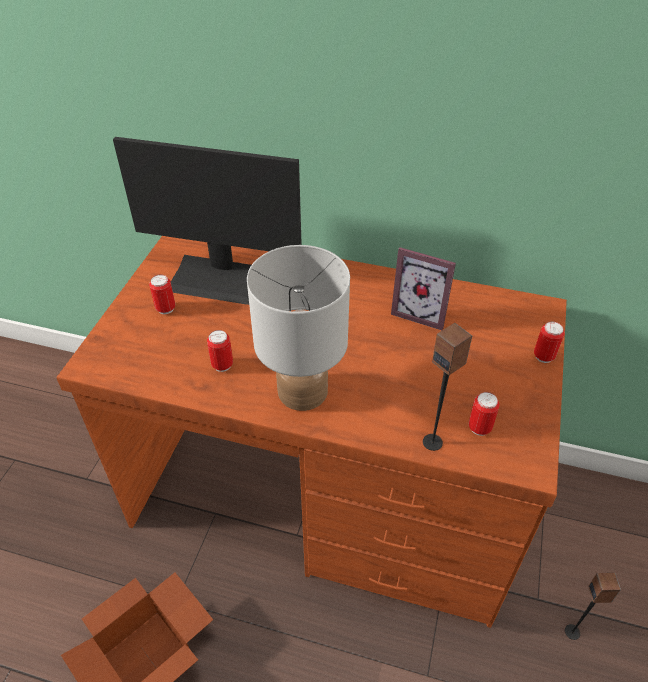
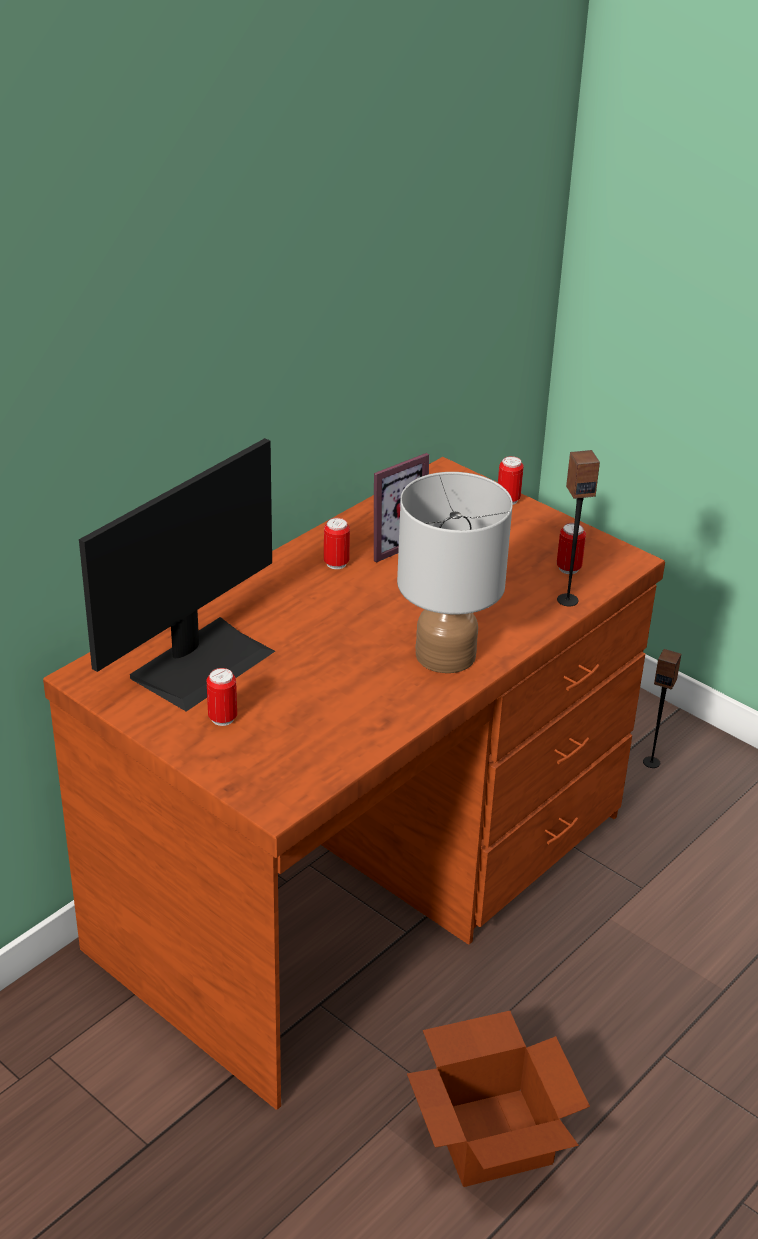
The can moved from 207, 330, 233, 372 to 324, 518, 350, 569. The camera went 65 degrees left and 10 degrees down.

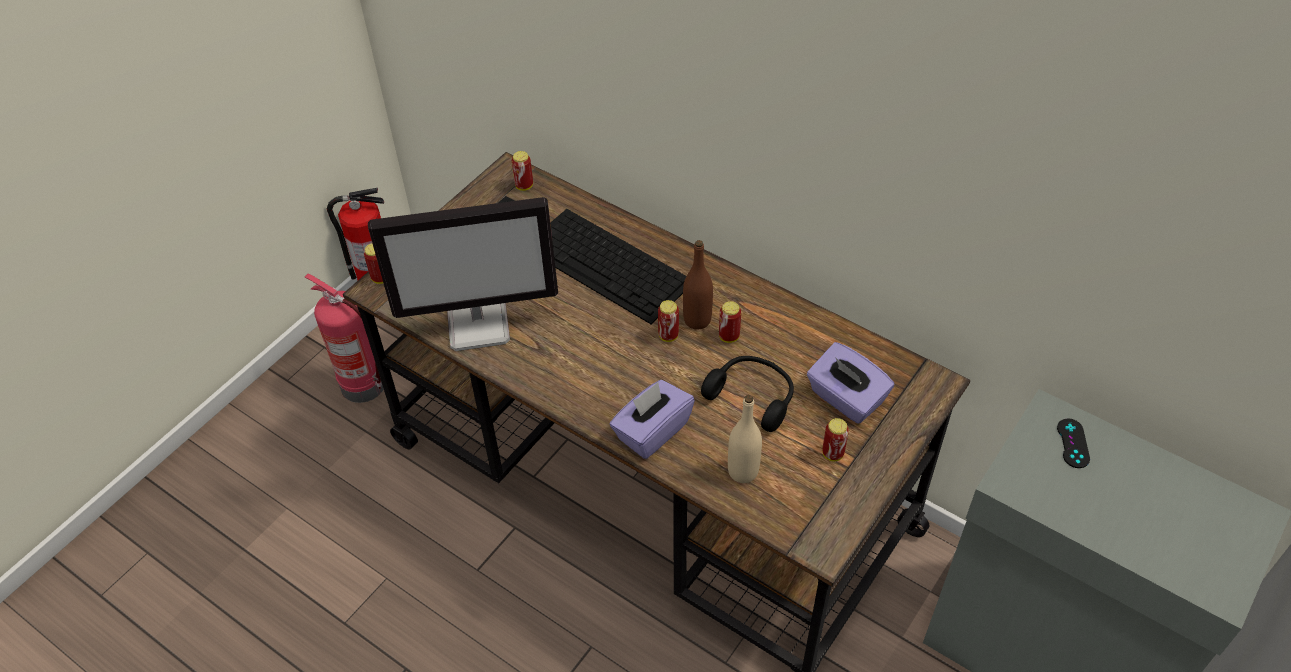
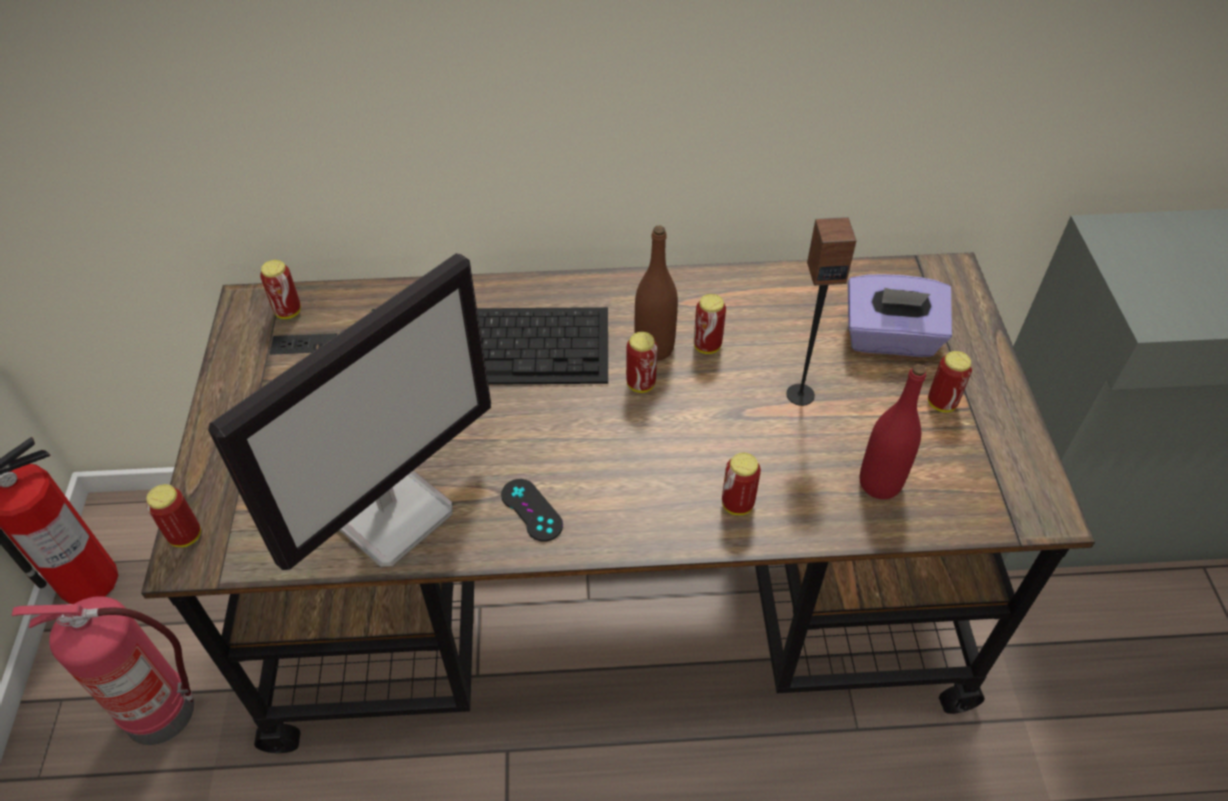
The black_game_controller moved from 1057, 418, 1090, 468 to 501, 479, 563, 542. The purple_tissue_box at 610, 380, 695, 459 was replaced by the can at 722, 452, 761, 515. The black_headphones at 701, 356, 794, 432 was replaced by the speaker at 786, 217, 856, 406. The beige_bottle at 728, 395, 762, 483 became the red_bottle at 860, 364, 926, 499. The camera went 40 degrees left and 0 degrees up.

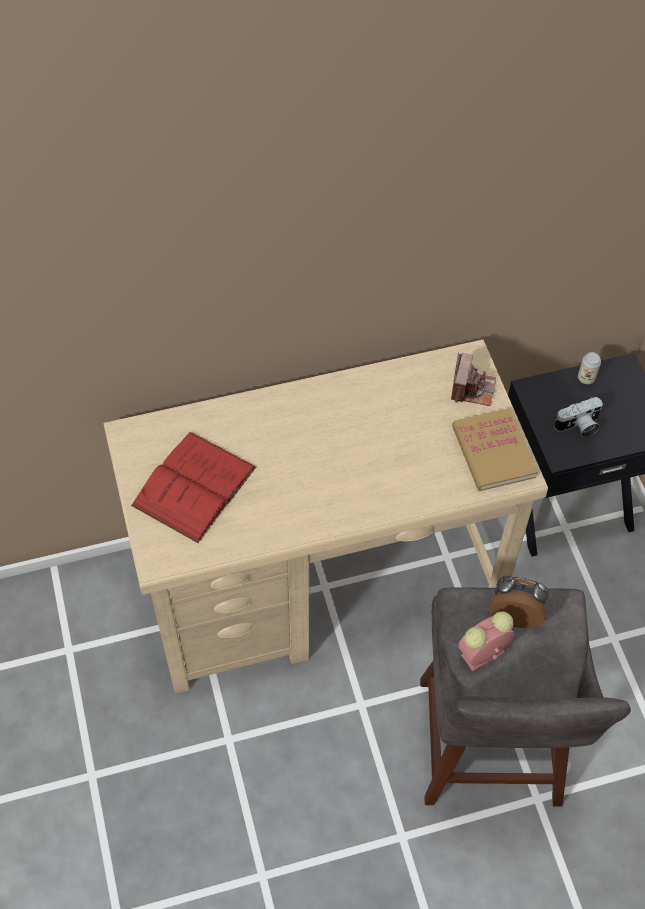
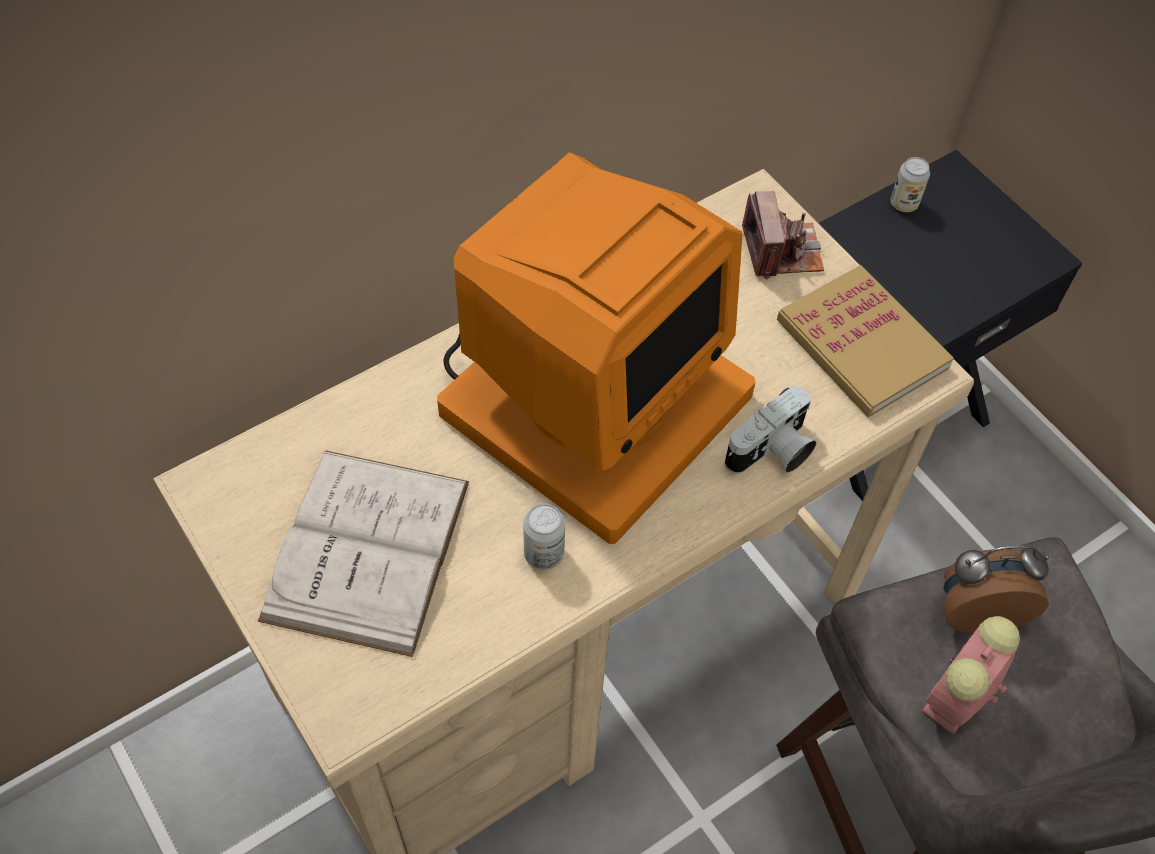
The red_book at 131, 432, 256, 543 became the white_book at 258, 450, 469, 657. The monitor at 437, 152, 756, 544 appeared. The can at 523, 504, 565, 570 appeared. The photo_camera moved from 554, 397, 603, 437 to 725, 385, 817, 474. The camera went 20 degrees left and 0 degrees up.

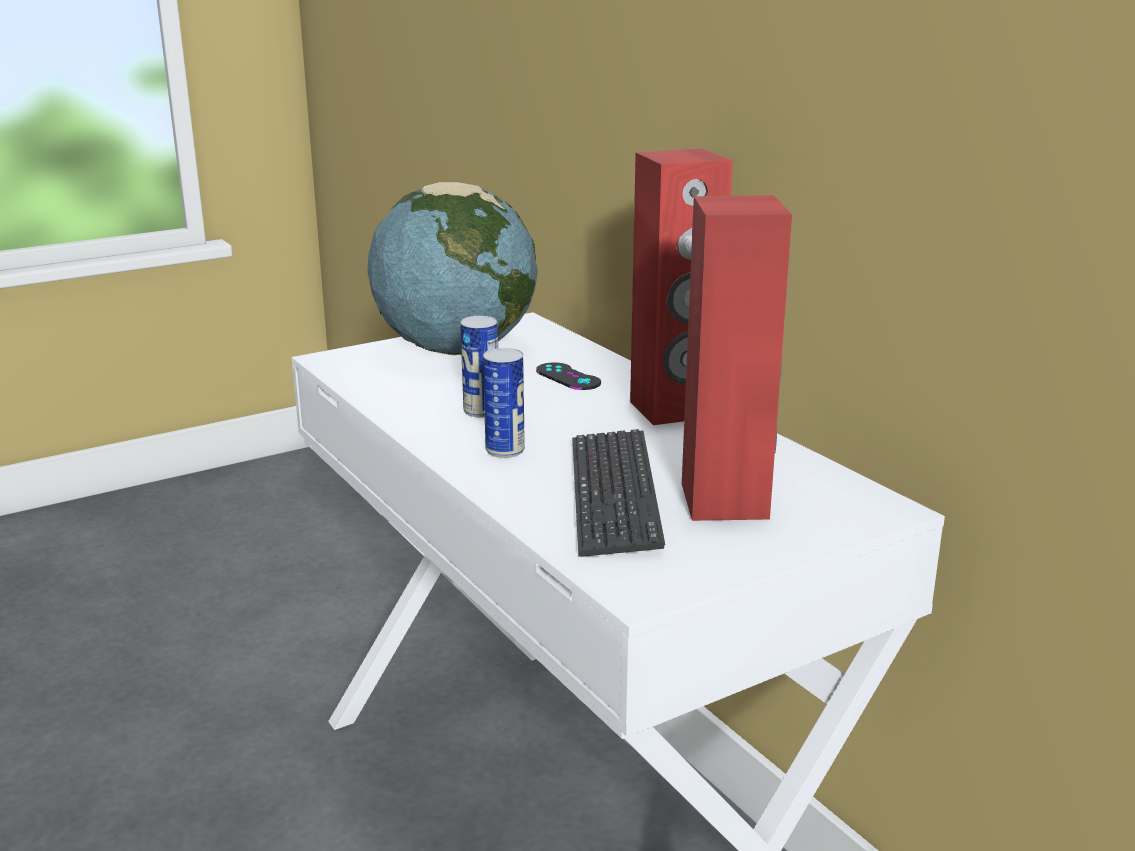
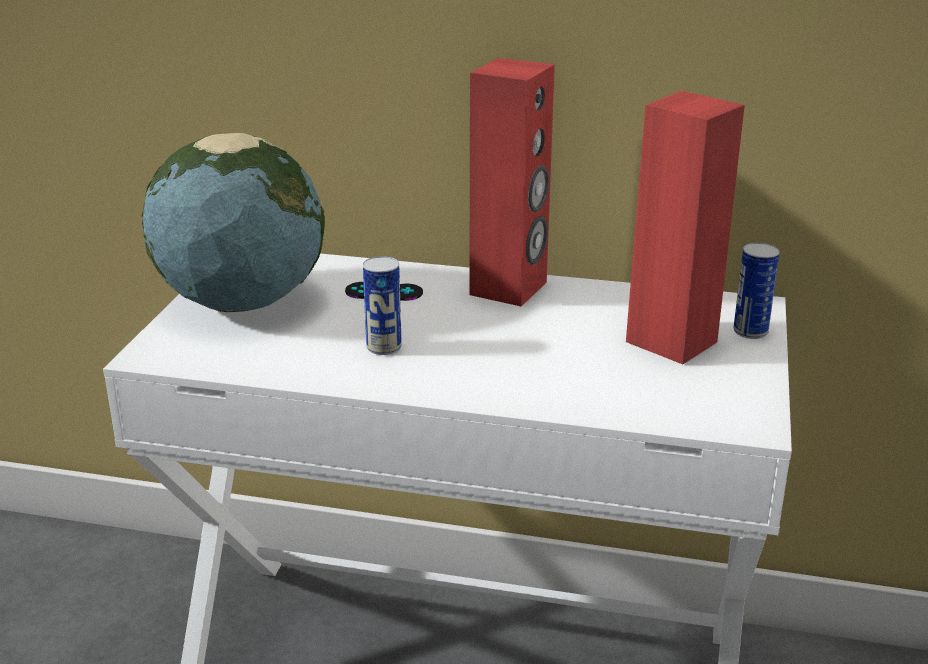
The can moved from 483, 348, 525, 458 to 733, 243, 779, 339. The keyboard at 572, 429, 665, 557 disappeared. The camera went 45 degrees left and 5 degrees up.

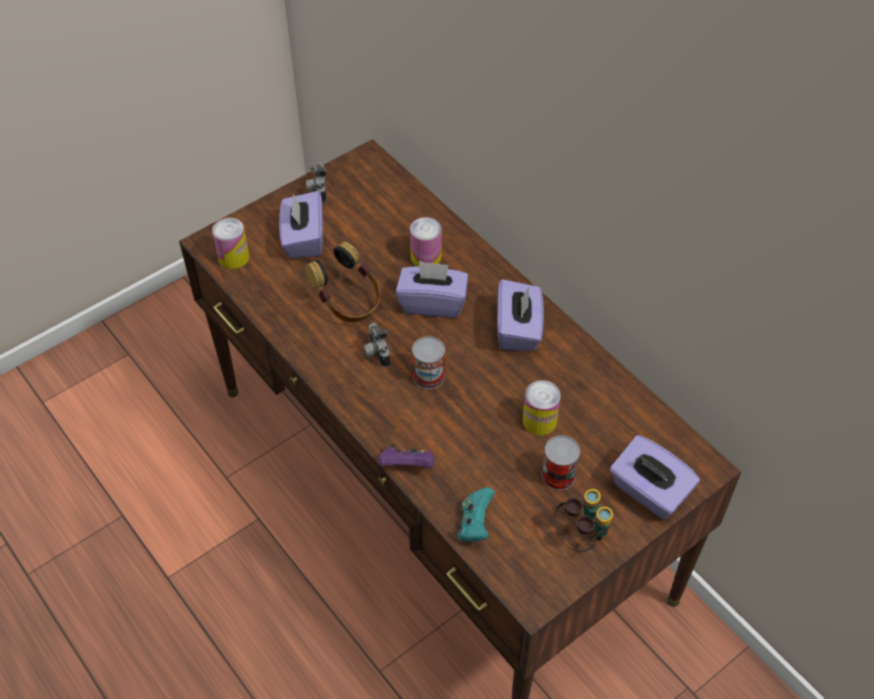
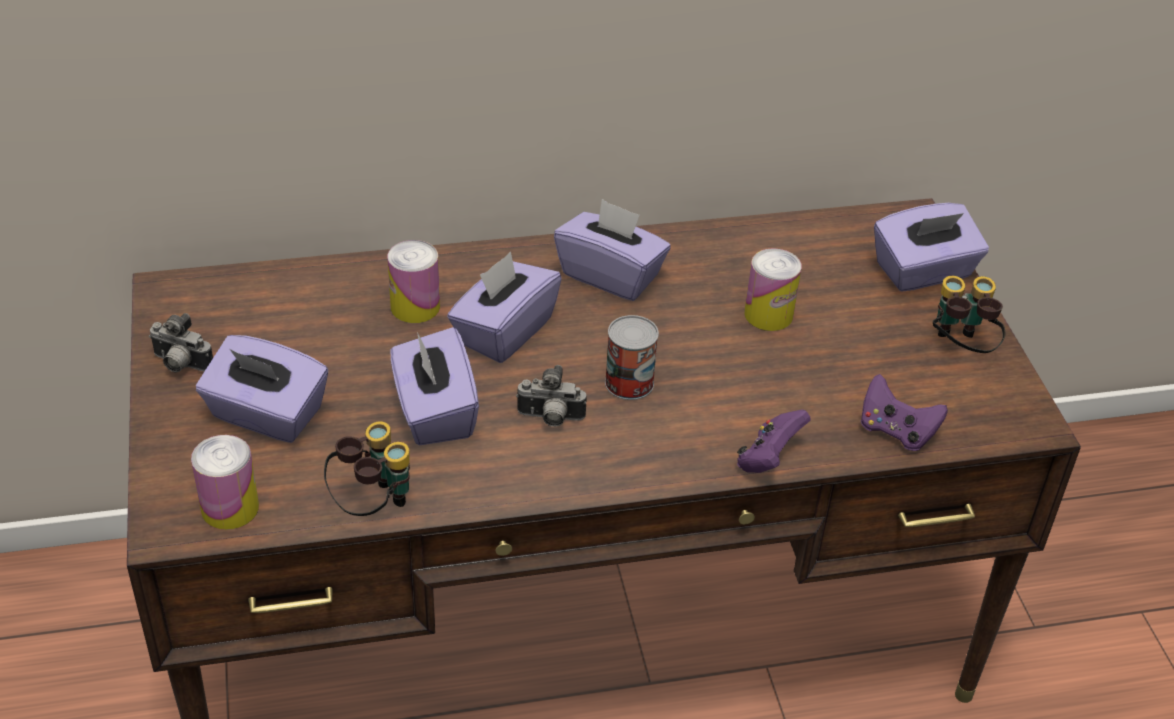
The binoculars at 324, 421, 410, 516 appeared. The headphones at 305, 242, 381, 322 was replaced by the purple_tissue_box at 391, 327, 479, 446. The turquoise_game_controller at 457, 487, 495, 542 became the purple_game_controller at 861, 374, 948, 451. The can at 541, 435, 580, 490 disappeared. The camera went 65 degrees left and 10 degrees down.

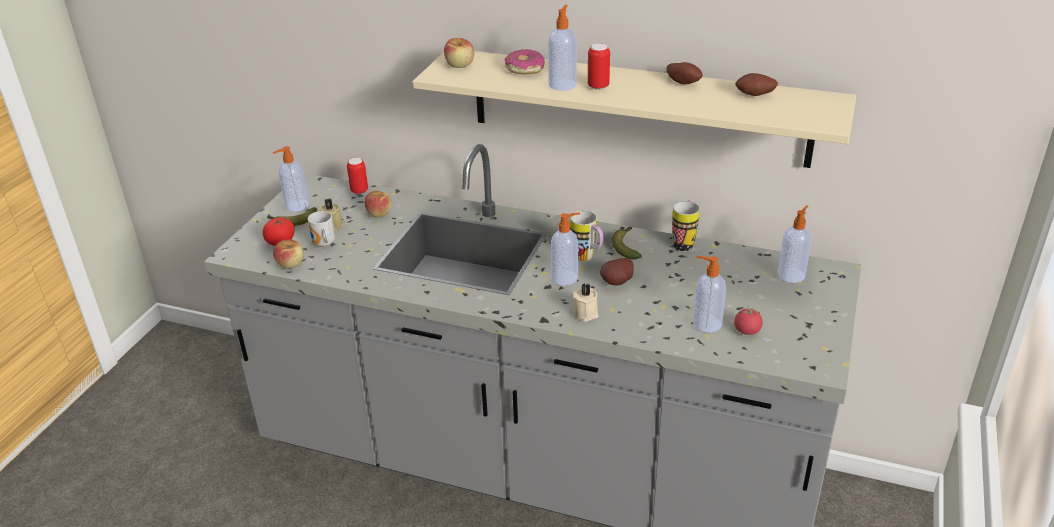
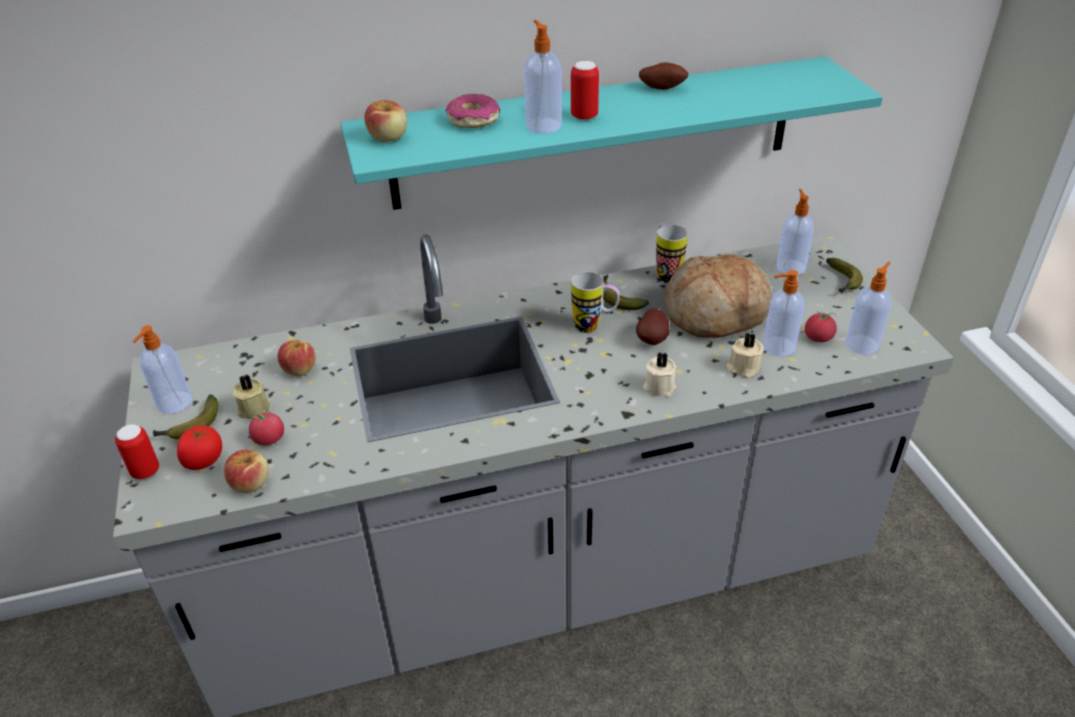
The can moved from 347, 158, 368, 194 to 115, 424, 159, 479. The mug at 308, 211, 335, 247 was replaced by the tomato at 249, 410, 284, 445. The beige_shelf at 413, 51, 857, 168 became the turquoise_shelf at 341, 56, 883, 210. The bread at 665, 254, 772, 338 appeared. The beige_candle at 726, 333, 764, 378 appeared. The banana at 826, 258, 863, 293 appeared. The soap_dispenser moved from 551, 212, 580, 286 to 846, 261, 891, 355. The potato at 735, 73, 778, 96 disappeared. The camera went 35 degrees left and 5 degrees up.

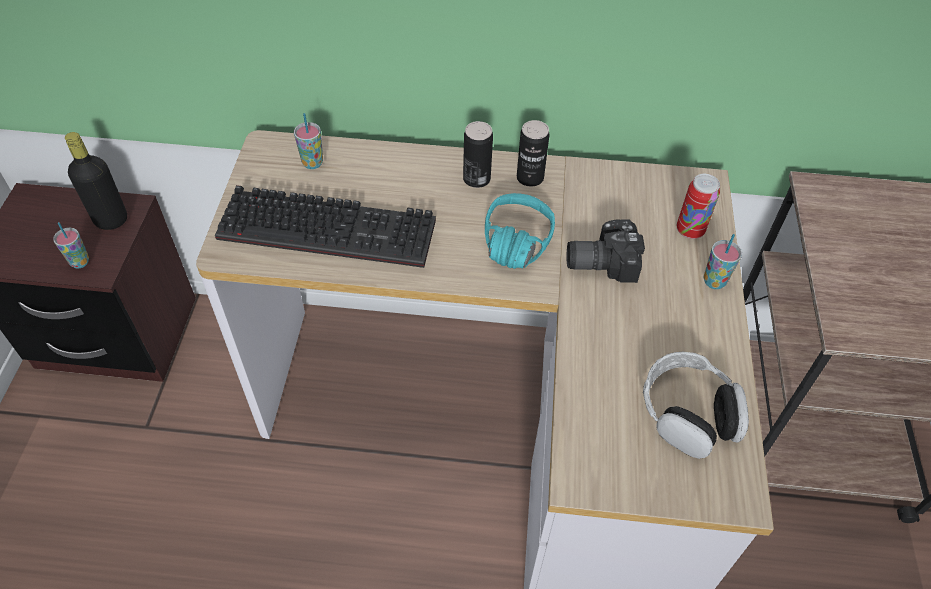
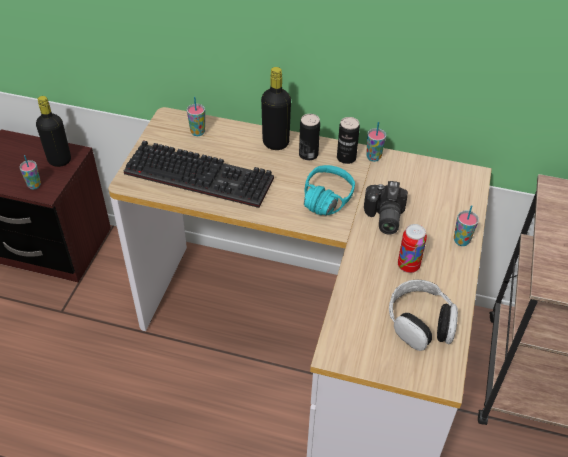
The black_bottle at 261, 67, 291, 150 appeared. The photo_camera at 567, 219, 645, 283 turned 90 degrees counterclockwise. The cup at 366, 122, 386, 162 appeared. The can moved from 677, 174, 720, 239 to 398, 224, 427, 273. The camera went 10 degrees right and 5 degrees down.

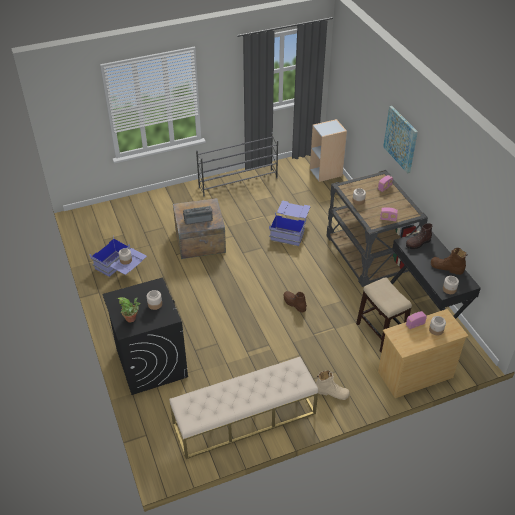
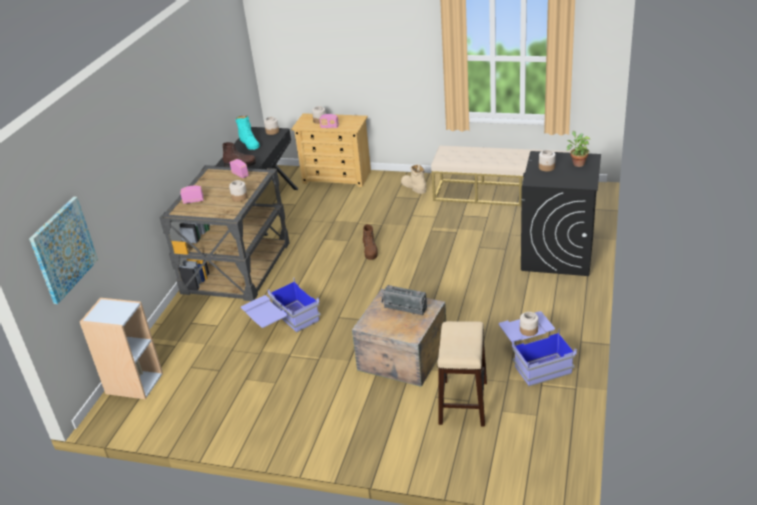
The picture moved from 383, 106, 418, 173 to 29, 197, 98, 304. The brown_boot at 431, 248, 468, 275 became the turquoise_boot at 236, 115, 260, 150. The stool moved from 356, 277, 412, 353 to 437, 321, 487, 427. The grey_shoe_rack at 196, 133, 278, 196 disappeared. The camera went 140 degrees left and 10 degrees down.

